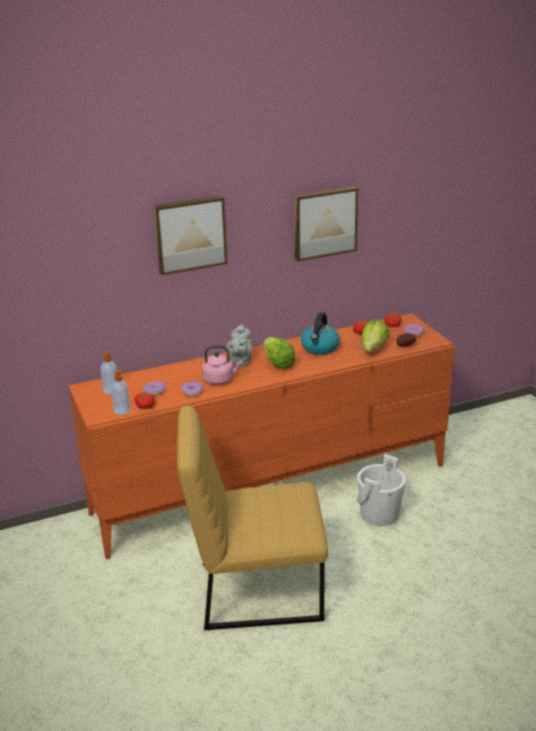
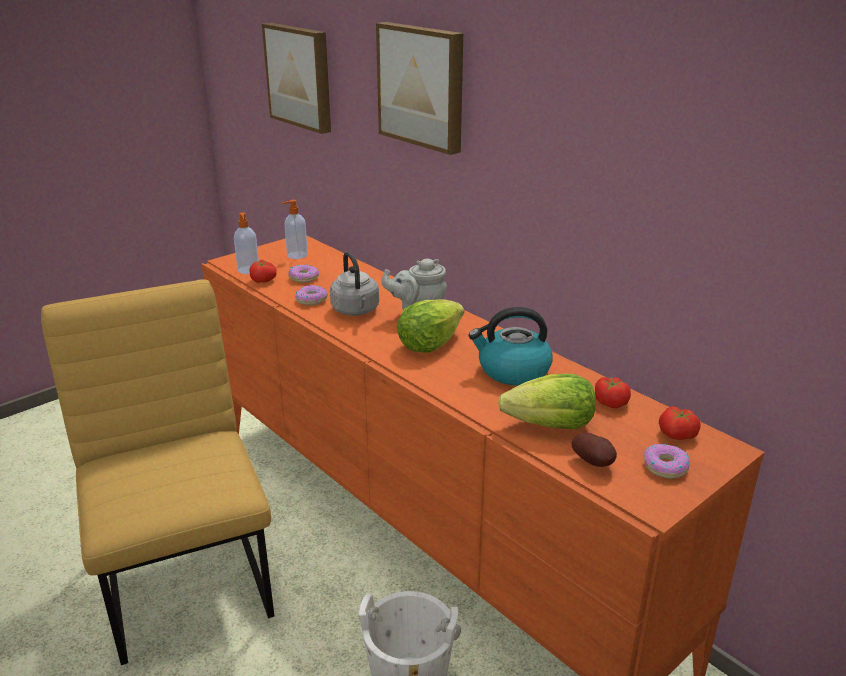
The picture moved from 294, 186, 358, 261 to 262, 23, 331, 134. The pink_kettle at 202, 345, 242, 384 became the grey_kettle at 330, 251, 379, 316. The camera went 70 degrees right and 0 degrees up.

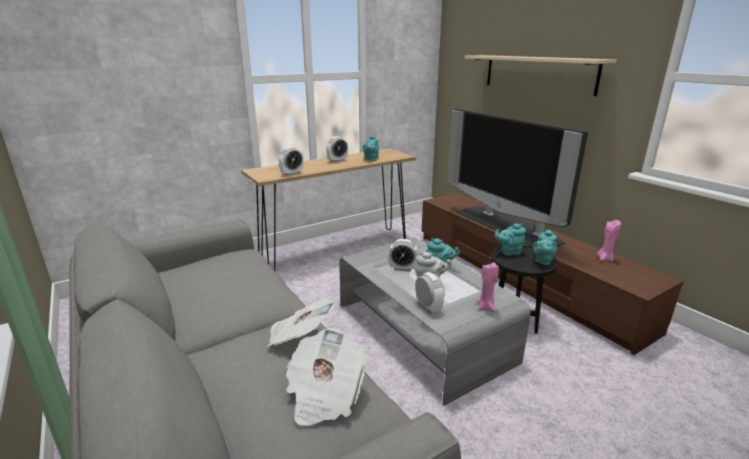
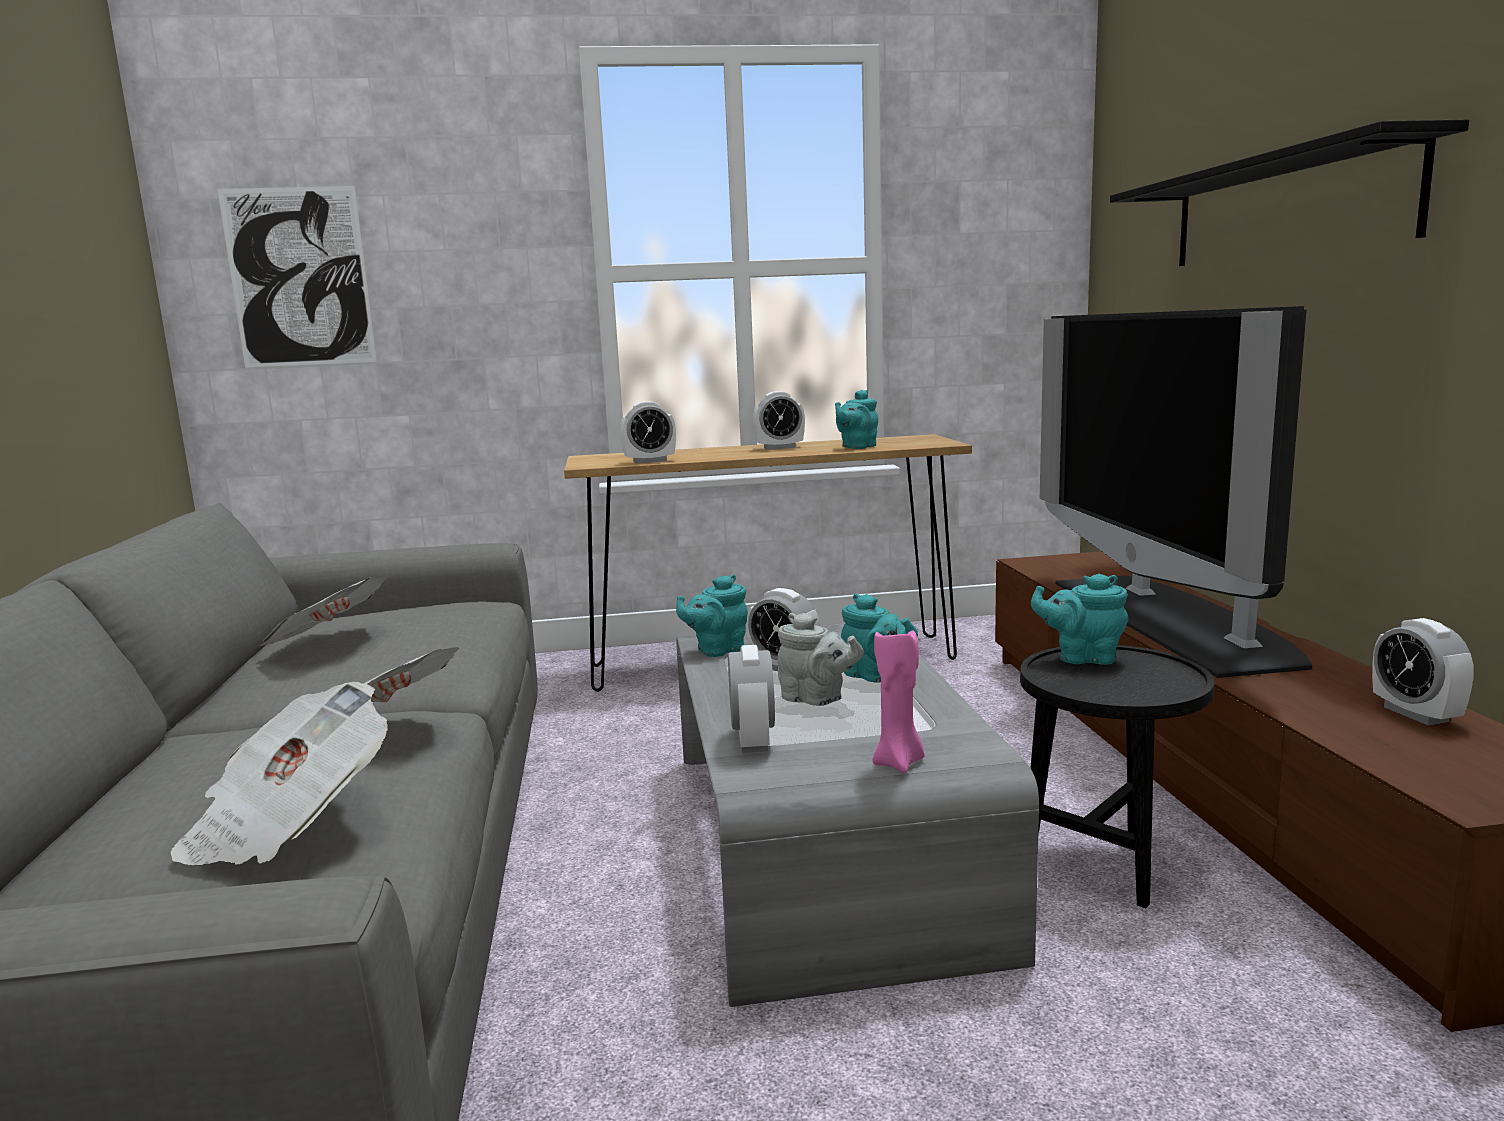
The picture at 217, 186, 377, 368 appeared. The newspaper at 258, 576, 387, 646 appeared. The turquoise_teapot moved from 533, 229, 558, 265 to 676, 575, 748, 657. The beige_shelf at 465, 55, 617, 96 became the black_shelf at 1110, 119, 1469, 266. The pink_candle at 597, 220, 621, 262 was replaced by the alarm_clock at 1372, 618, 1474, 725. The camera went 25 degrees right and 10 degrees down.

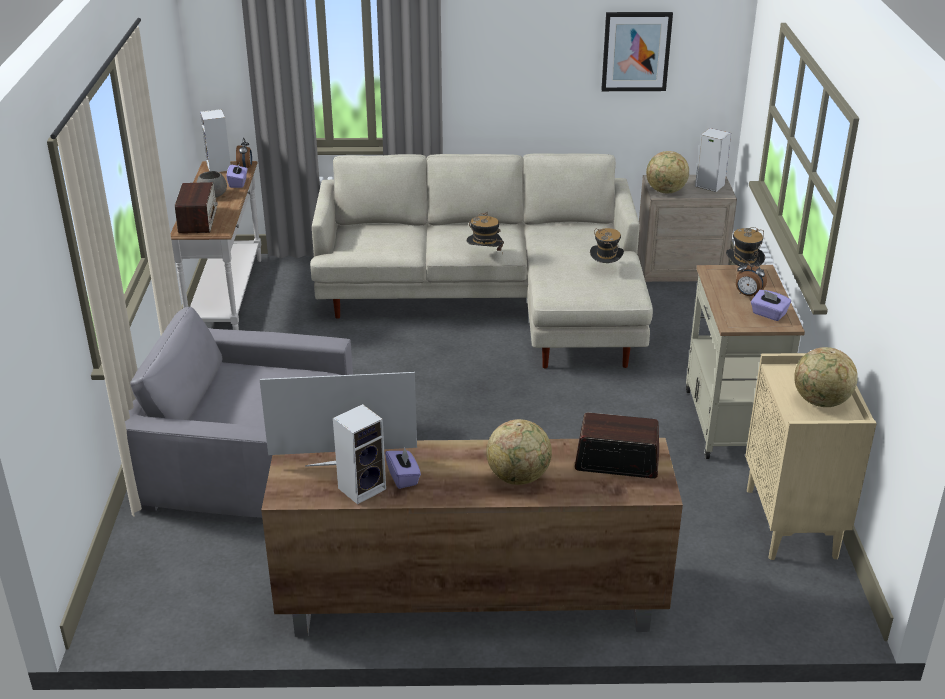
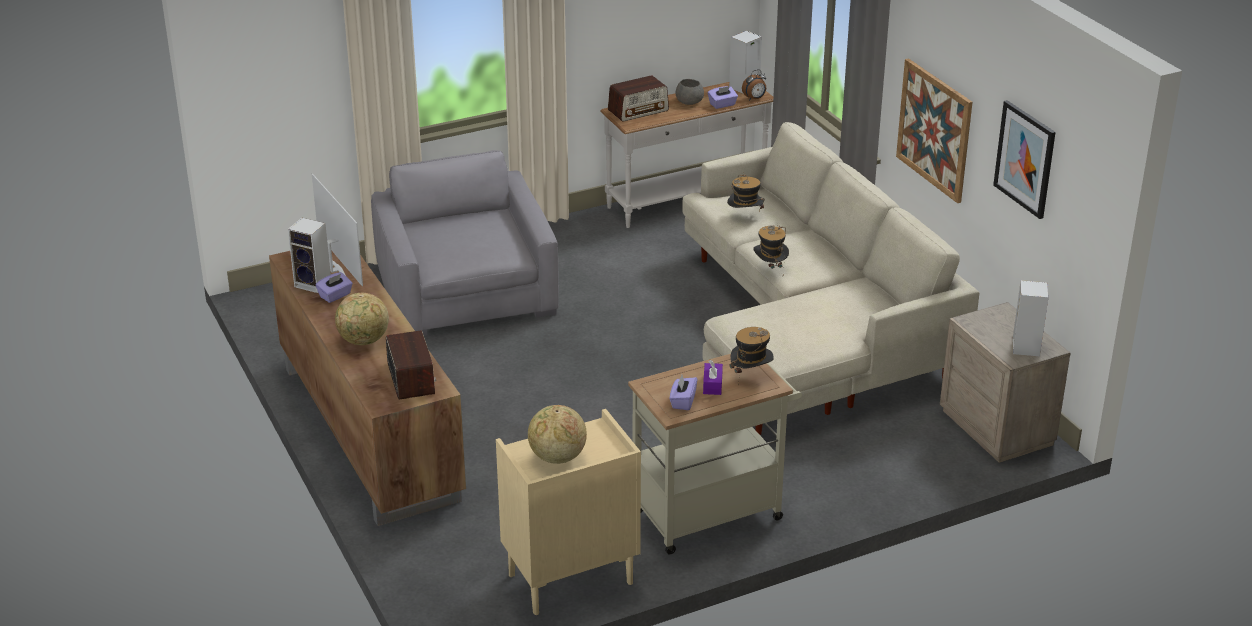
The alarm_clock at 736, 259, 767, 296 was replaced by the purple_tissue_box at 703, 360, 723, 395. The hat moved from 590, 228, 624, 263 to 727, 173, 765, 209. The picture at 896, 58, 973, 203 appeared. The globe at 646, 151, 689, 193 disappeared. The camera went 65 degrees right and 0 degrees up.

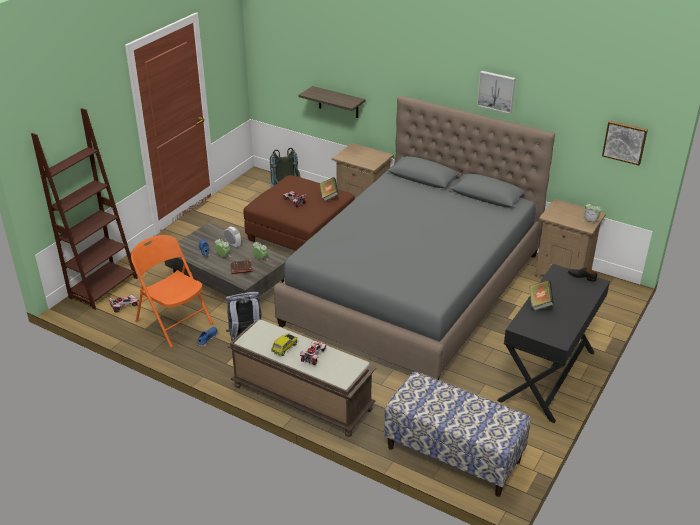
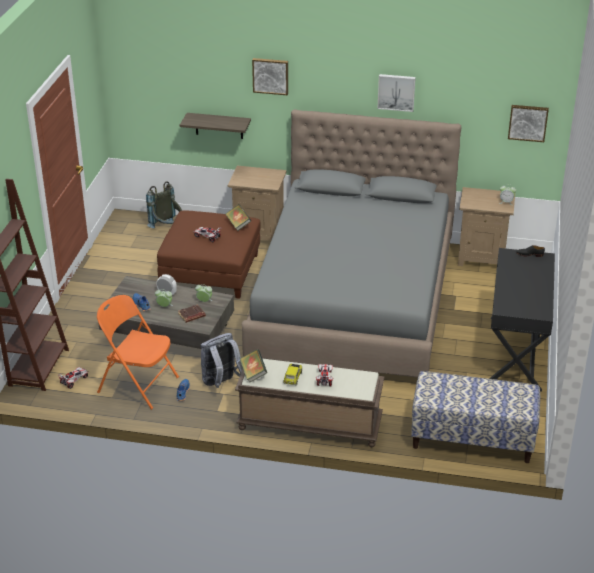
The book moved from 529, 280, 554, 311 to 240, 349, 267, 382. The picture at 252, 58, 288, 95 appeared. The camera went 20 degrees left and 0 degrees up.

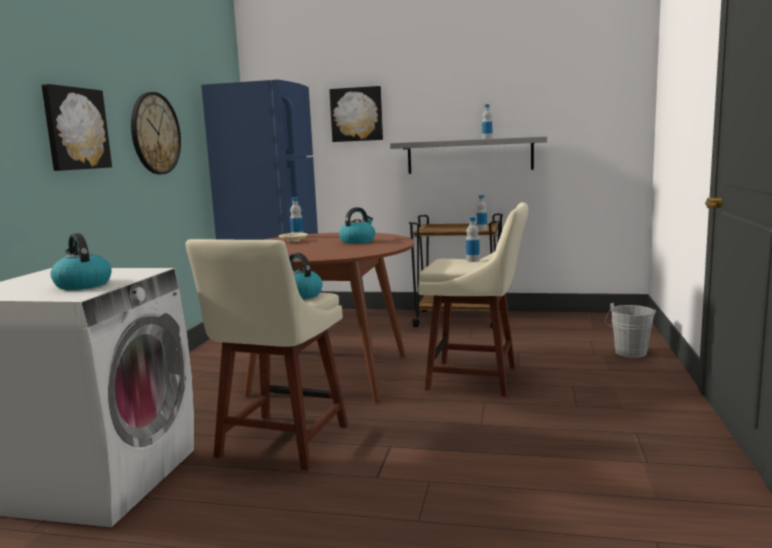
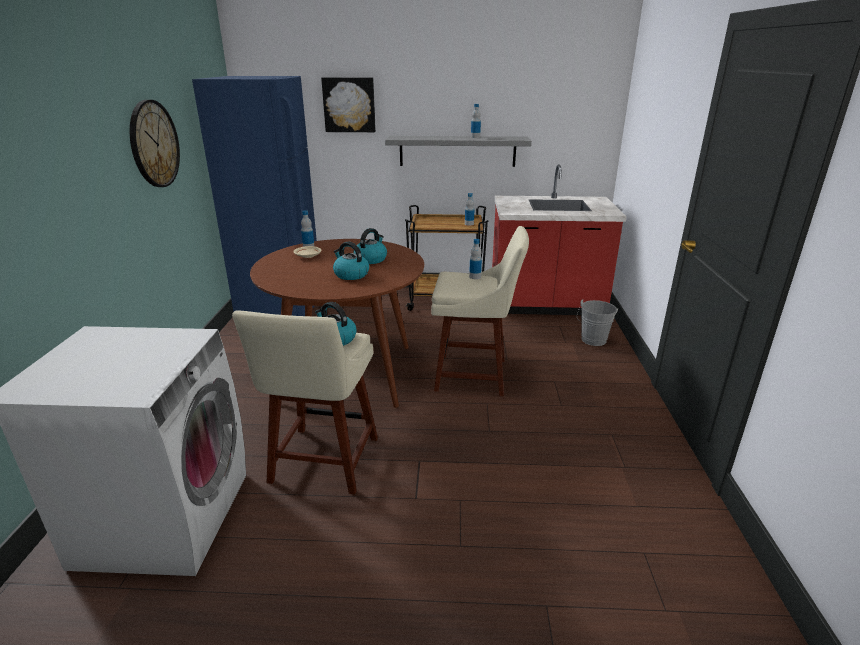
The kettle moved from 51, 233, 112, 290 to 333, 242, 369, 280. The red_counter at 492, 164, 627, 315 appeared. The picture at 41, 84, 112, 171 disappeared. The camera went 10 degrees left and 15 degrees up.

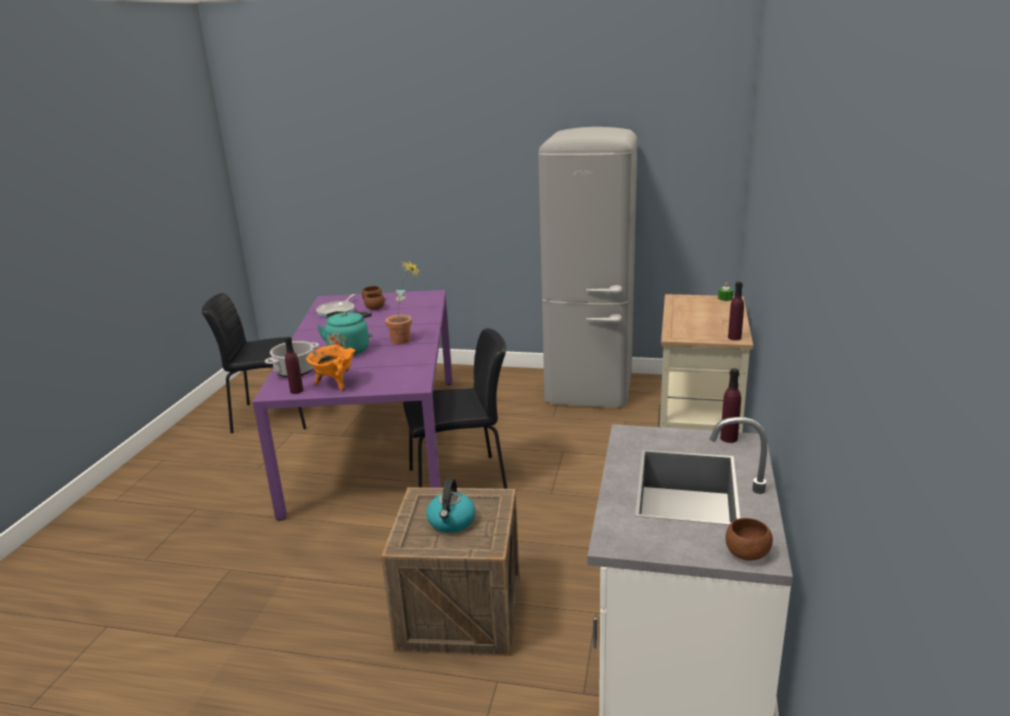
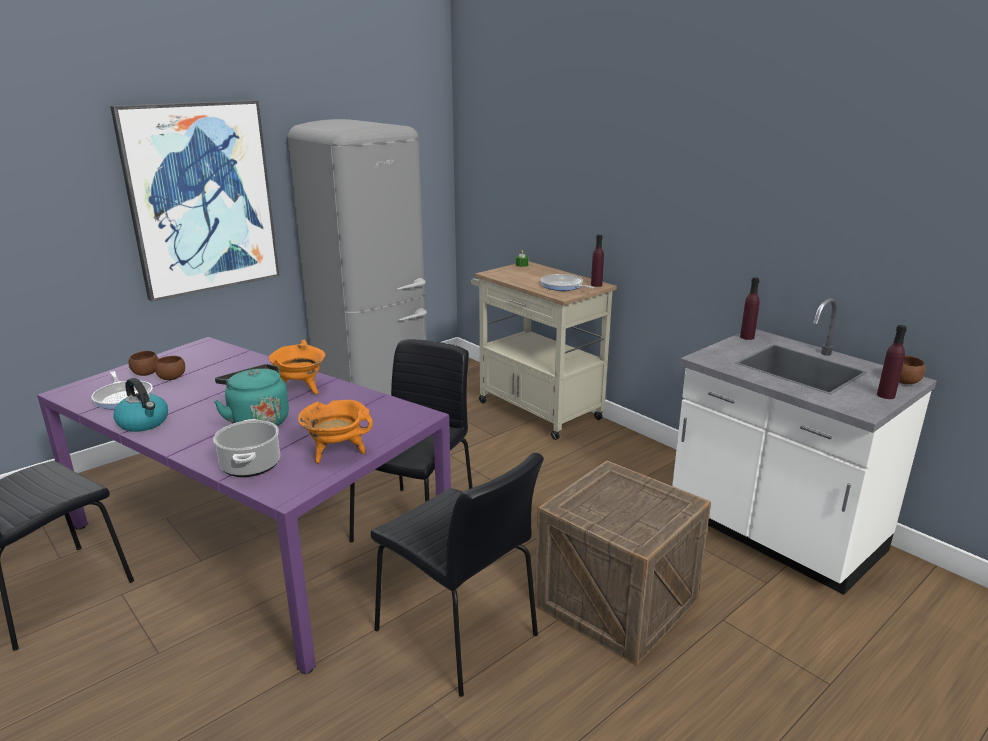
The picture at 110, 100, 279, 302 appeared. The kettle moved from 426, 478, 475, 533 to 113, 378, 168, 432. The potted_plant at 385, 262, 422, 344 was replaced by the orange_cooking_pot at 268, 340, 325, 394. The black_chair at 370, 453, 544, 697 appeared. The frying_pan at 541, 274, 594, 291 appeared. The purple_bottle moved from 285, 337, 303, 394 to 877, 325, 907, 399. The camera went 55 degrees left and 0 degrees up.

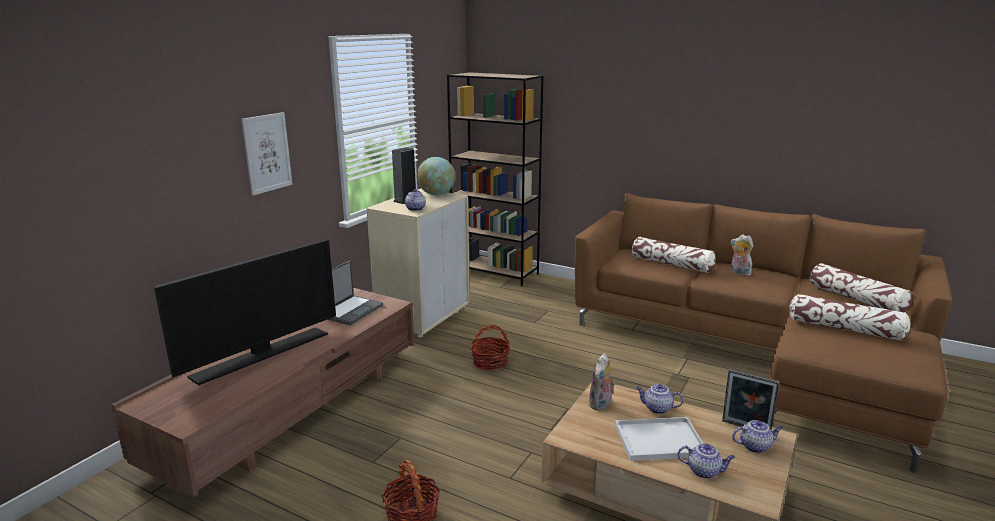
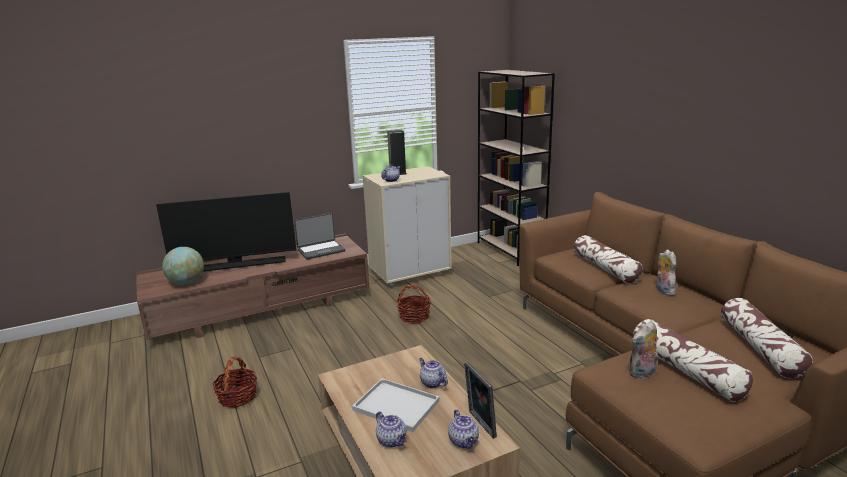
The globe moved from 417, 157, 455, 195 to 162, 247, 204, 285. The teapot at 732, 420, 783, 453 turned 45 degrees clockwise. The plush_toy moved from 588, 353, 615, 411 to 628, 321, 658, 379. The picture at 241, 112, 292, 196 disappeared. The camera went 35 degrees right and 0 degrees up.

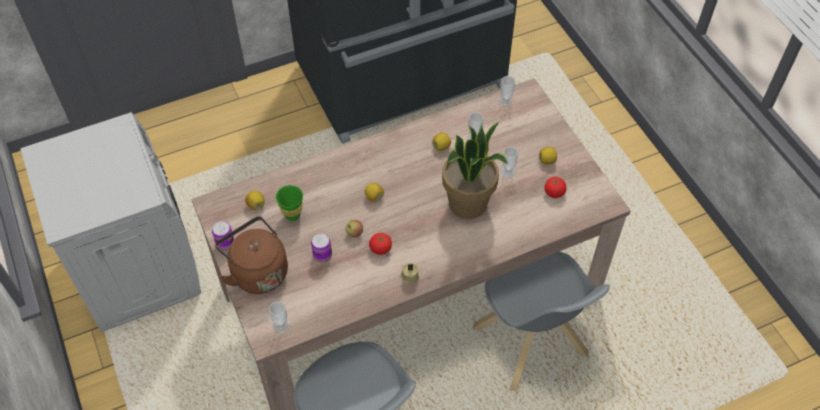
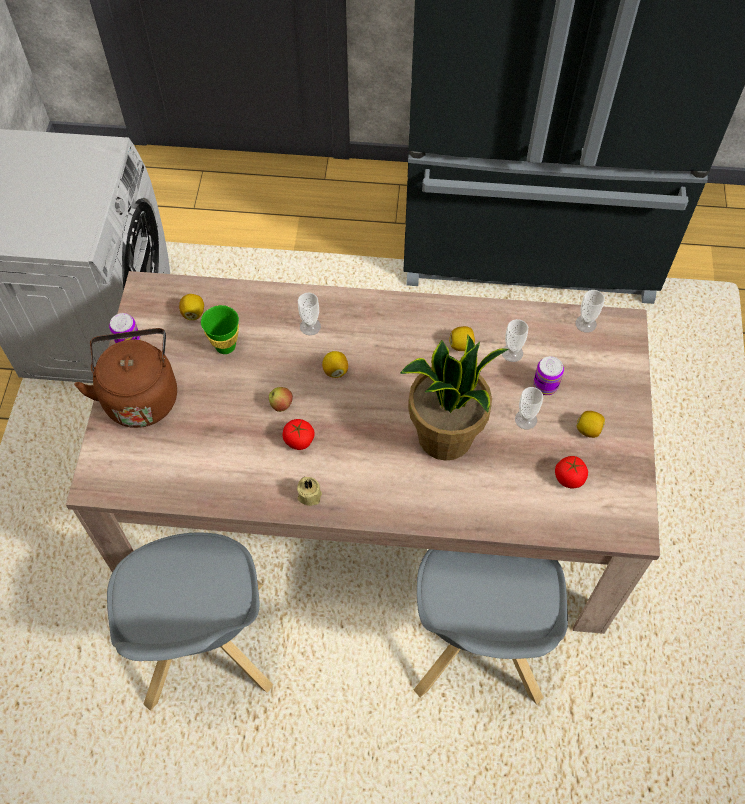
The cup moved from 269, 301, 290, 334 to 298, 292, 321, 335. The can moved from 311, 234, 332, 263 to 533, 356, 564, 395. The camera went 30 degrees right and 5 degrees up.

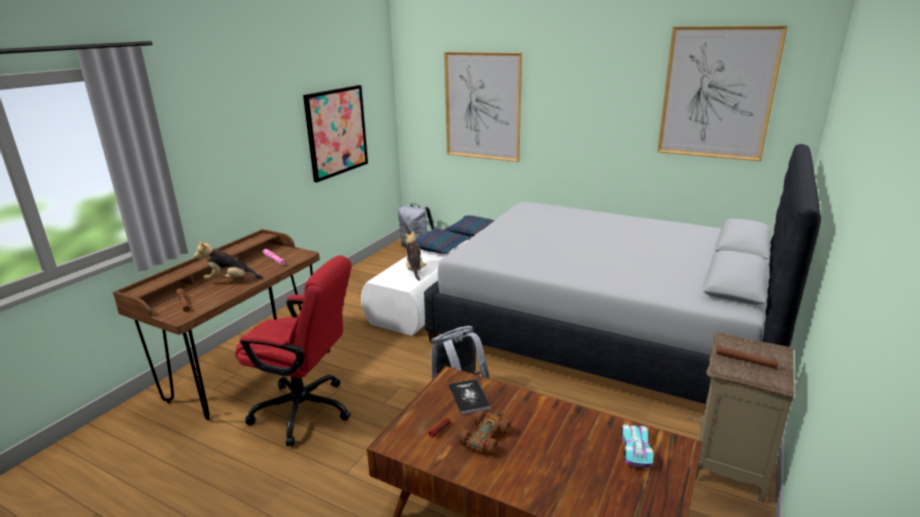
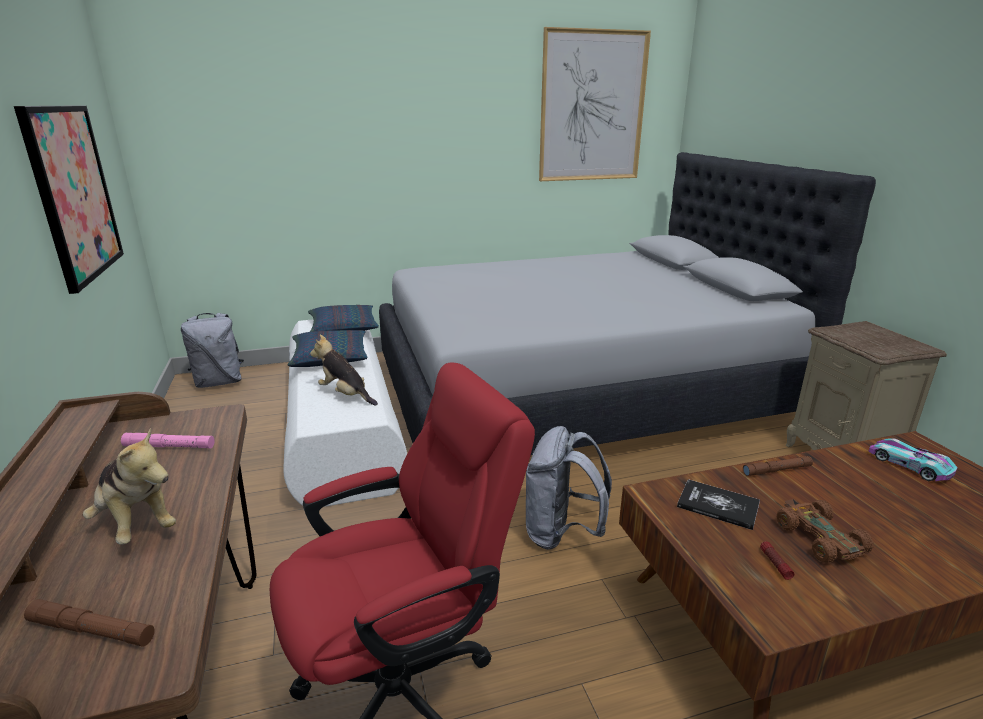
The plush_toy at 194, 240, 263, 279 turned 90 degrees counterclockwise. The brown_flashlight moved from 716, 346, 779, 369 to 743, 456, 813, 476. The picture at 444, 52, 522, 162 disappeared. The camera went 45 degrees left and 0 degrees up.

